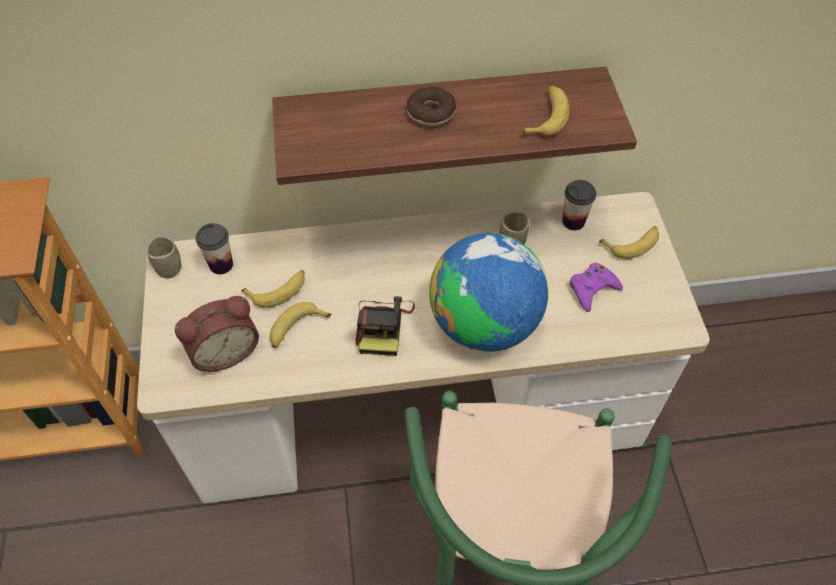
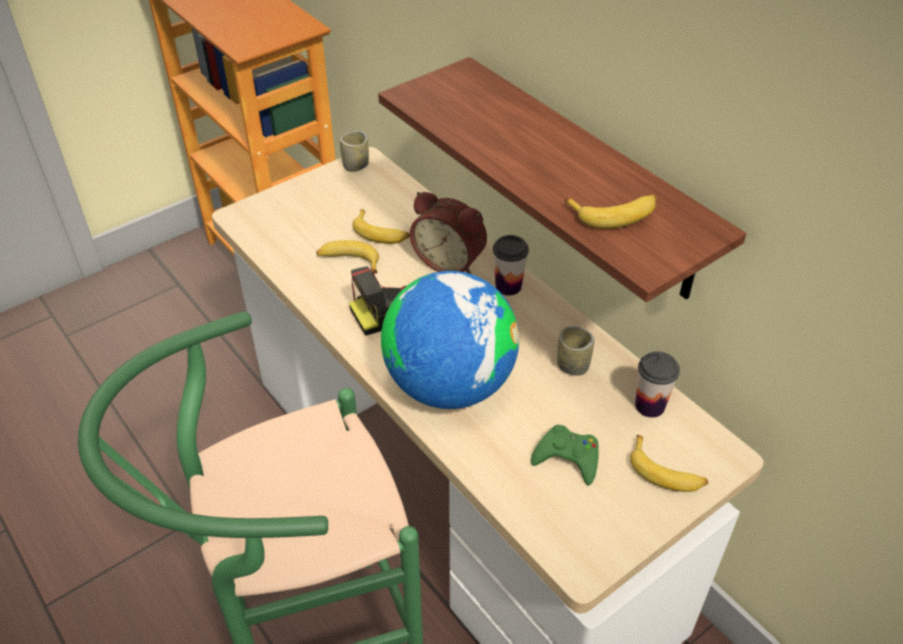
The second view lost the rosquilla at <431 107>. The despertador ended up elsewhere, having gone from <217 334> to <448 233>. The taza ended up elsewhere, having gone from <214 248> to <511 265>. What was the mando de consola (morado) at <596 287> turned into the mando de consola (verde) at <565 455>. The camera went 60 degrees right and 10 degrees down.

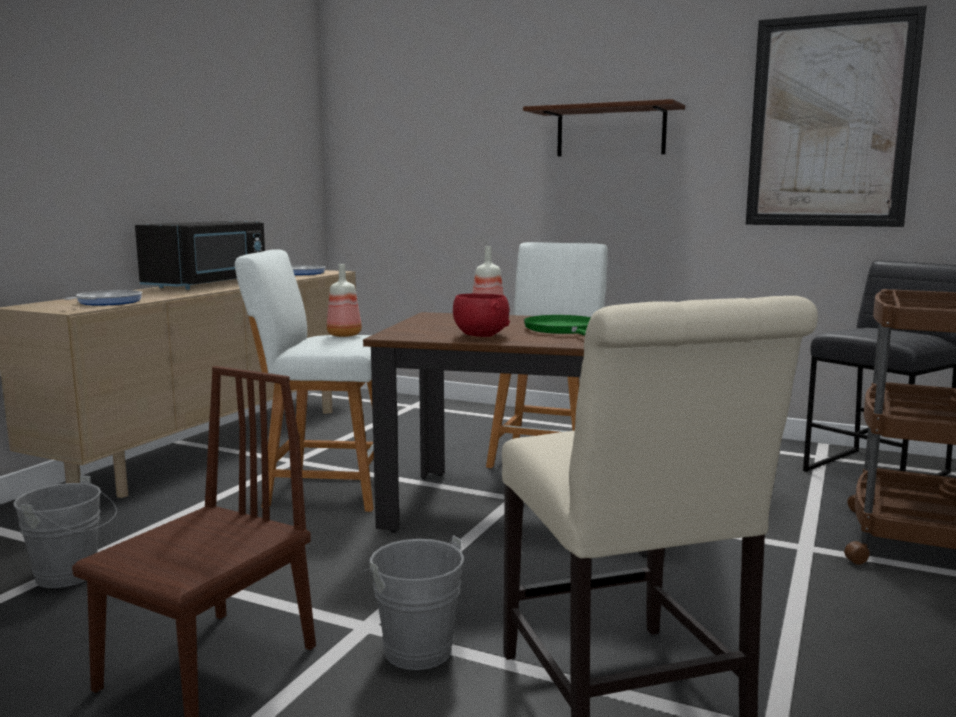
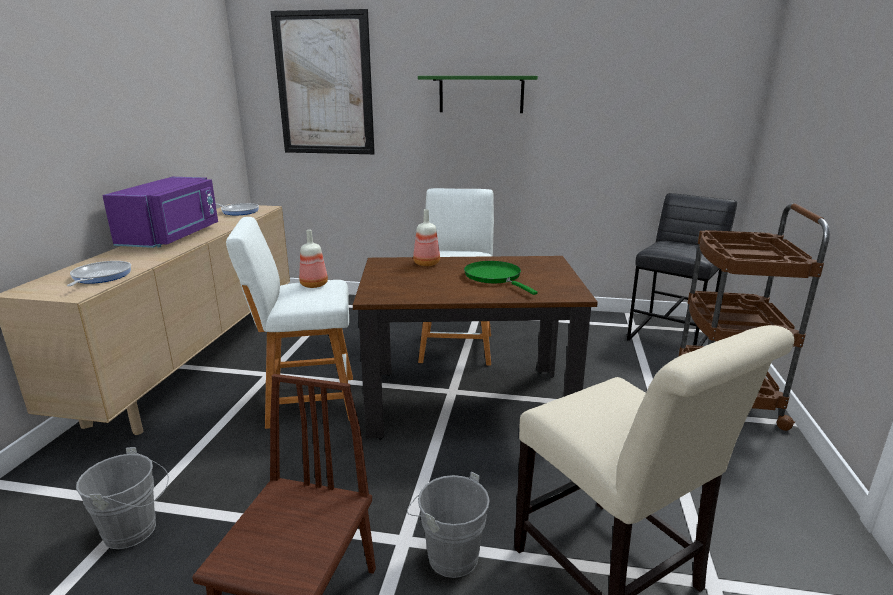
The second view lost the cuenco (rojo) at <481 315>. The cuadro ended up elsewhere, having gone from <836 116> to <323 81>. What was the microondas (negro) at <200 255> turned into the microondas (morado) at <160 212>. What was the estante (marrón) at <604 127> turned into the estante (verde) at <478 94>. The camera went 15 degrees left and 10 degrees up.

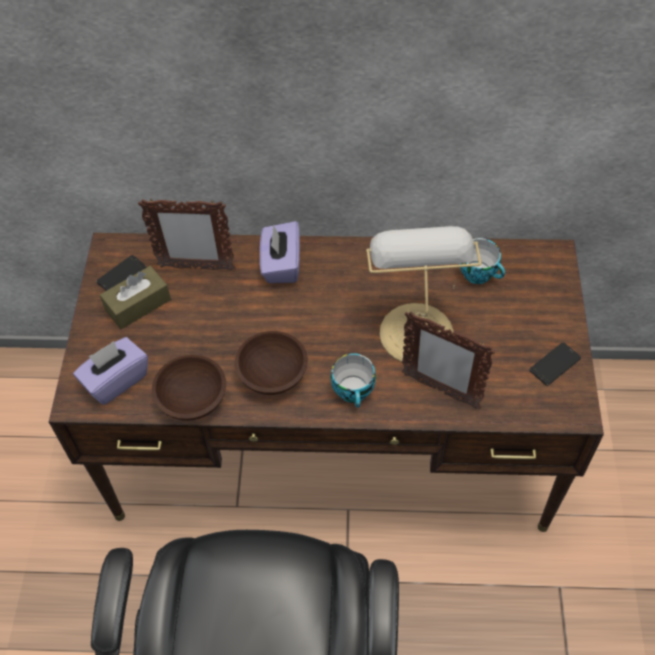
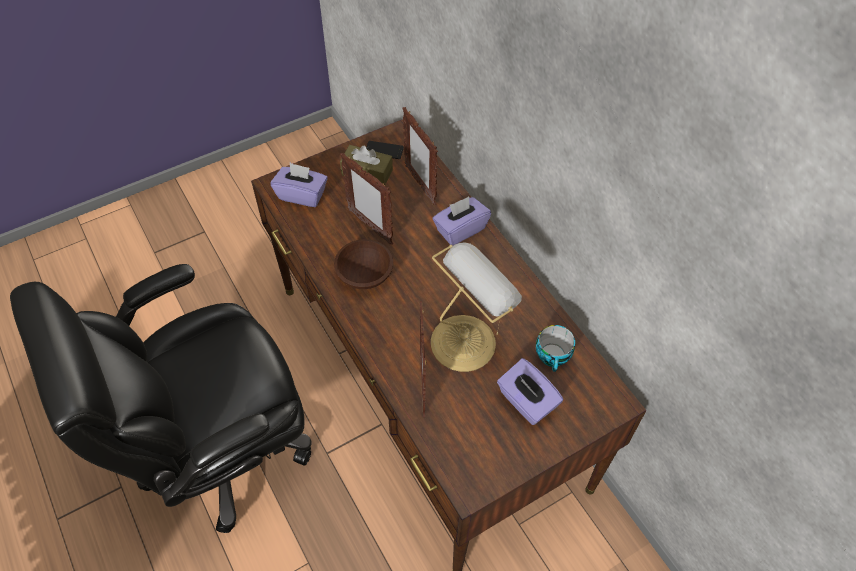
The second view lost the cuenco (marrón) at <189 388>. The second view lost the taza at <353 380>. The second view lost the móvil at <555 364>. The second view gained the portarretratos at <366 198>. The second view gained the caja de pañuelos (morado) at <530 391>. The camera went 55 degrees right and 0 degrees up.

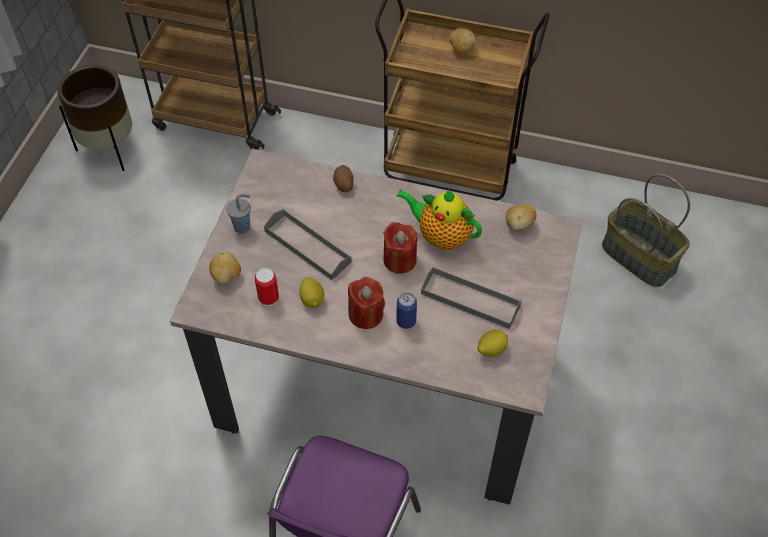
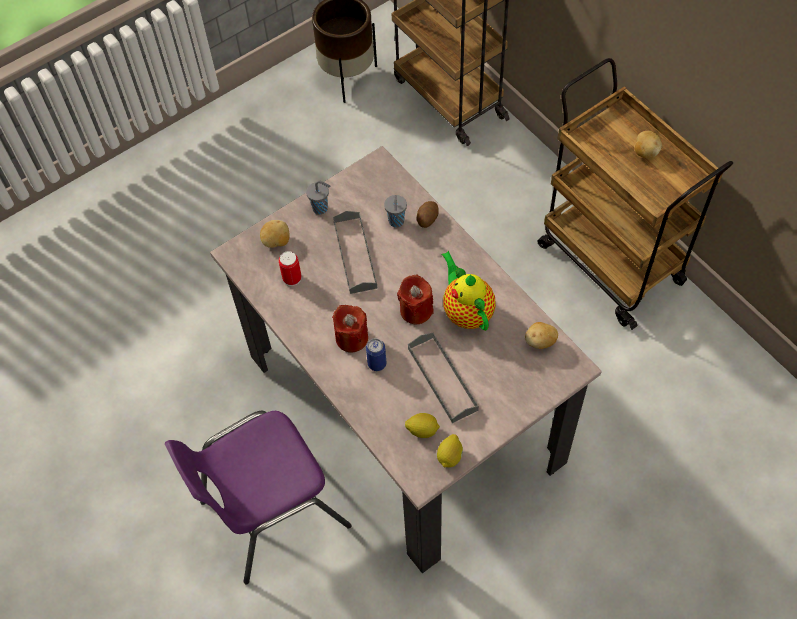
The second view lost the cesta at <646 230>. The second view gained the taza (gris) at <395 211>. The limón ended up elsewhere, having gone from <311 292> to <450 451>. The camera went 40 degrees right and 5 degrees up.

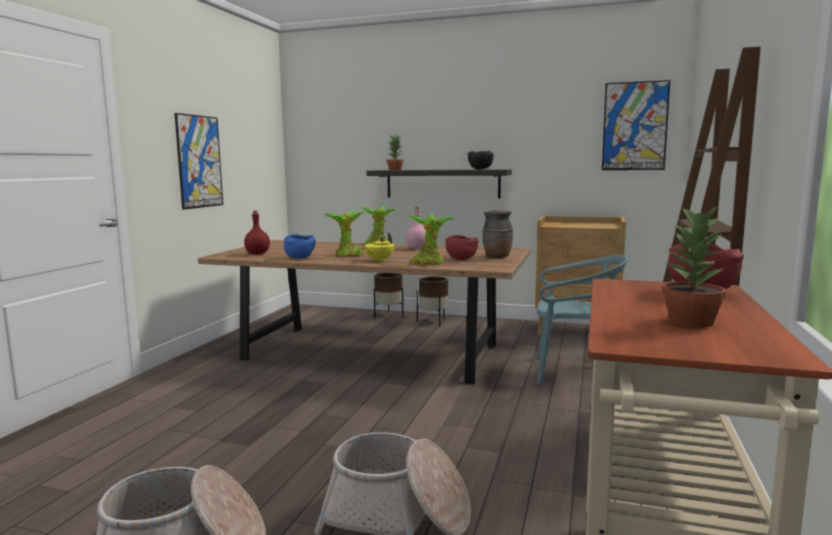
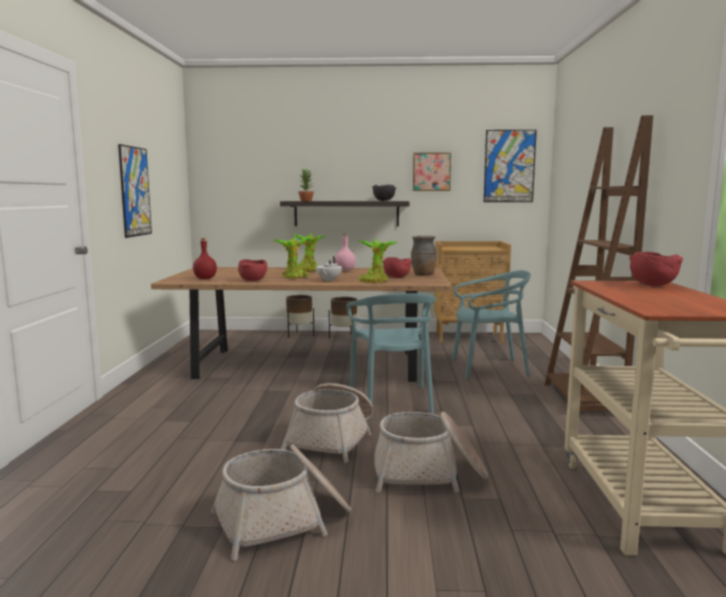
The second view lost the planta en maceta at <694 265>. The second view gained the cesta at <327 423>. The second view gained the silla (turquesa) at <391 355>. The second view gained the cuadro at <432 172>. What was the cuenco (azul) at <300 246> turned into the cuenco (rojo) at <252 270>. What was the tetera (amarillo) at <379 247> turned into the tetera (blanco) at <329 268>. The camera went 15 degrees left and 0 degrees up.

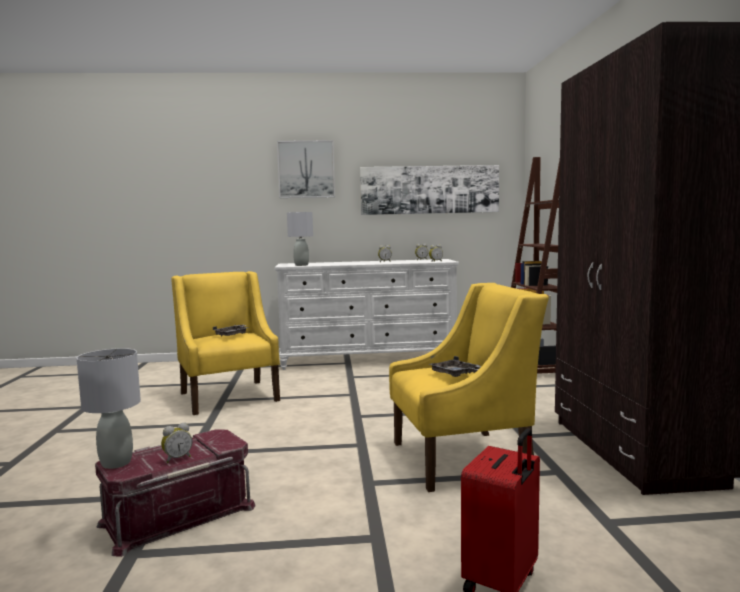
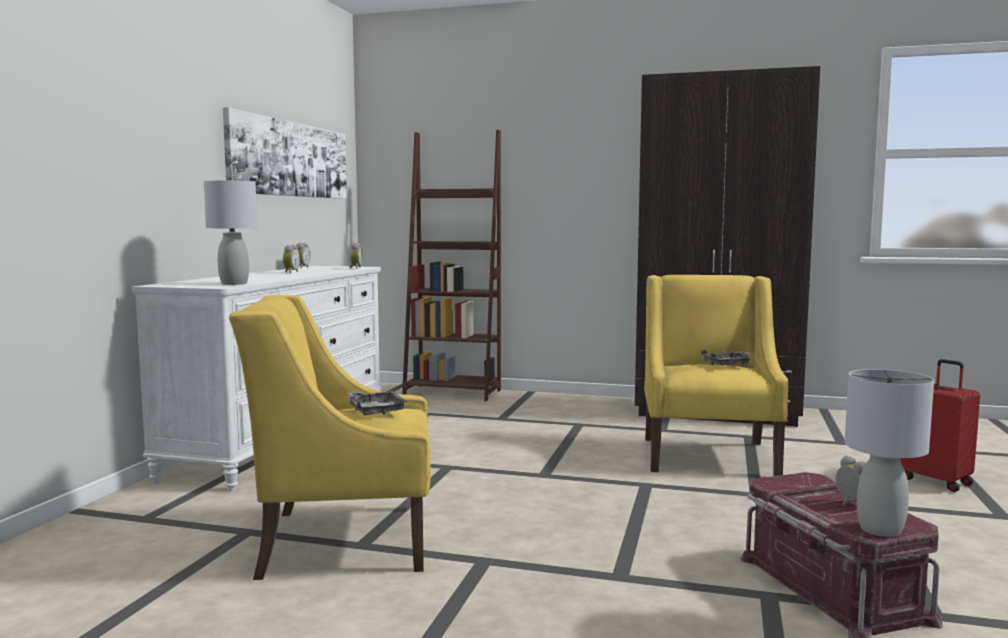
The second view lost the cuadro at <306 169>. The camera went 70 degrees left and 0 degrees up.

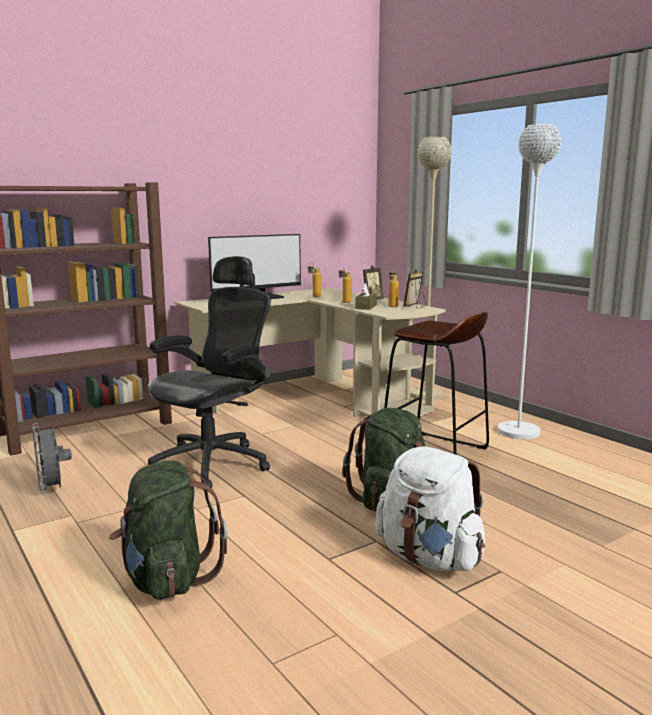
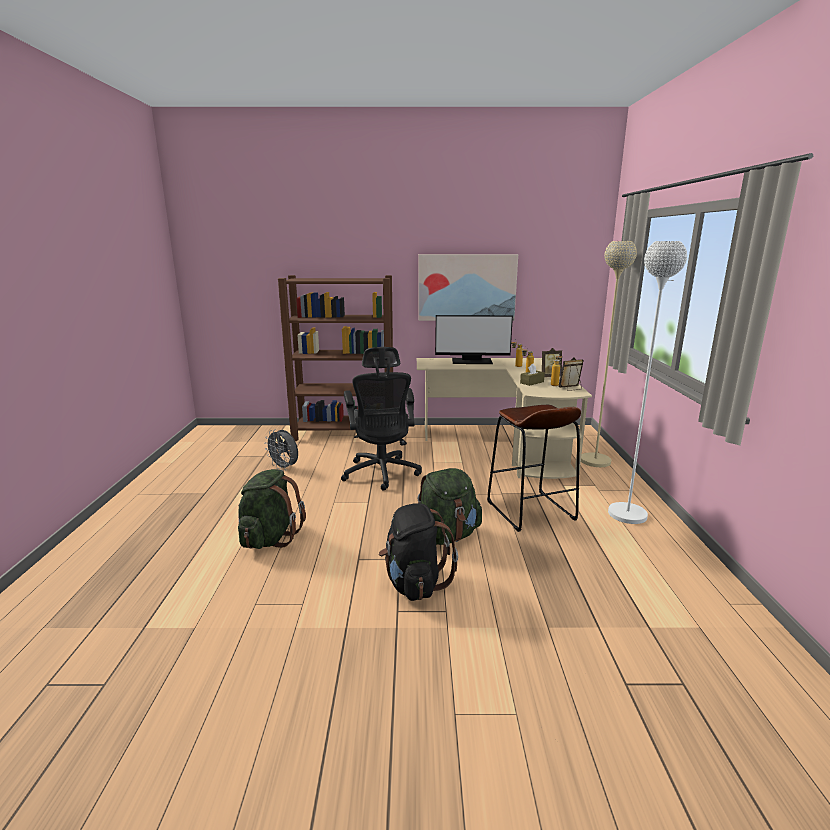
The second view gained the cuadro at <468 287>. What was the mochila (blanco) at <430 508> turned into the mochila (negro) at <418 552>. The ventilador (gris) at <52 459> ended up facing another way, 60 degrees counterclockwise from before. The silla de oficina at <209 373> ended up facing another way, 105 degrees clockwise from before. The camera went 35 degrees right and 5 degrees up.

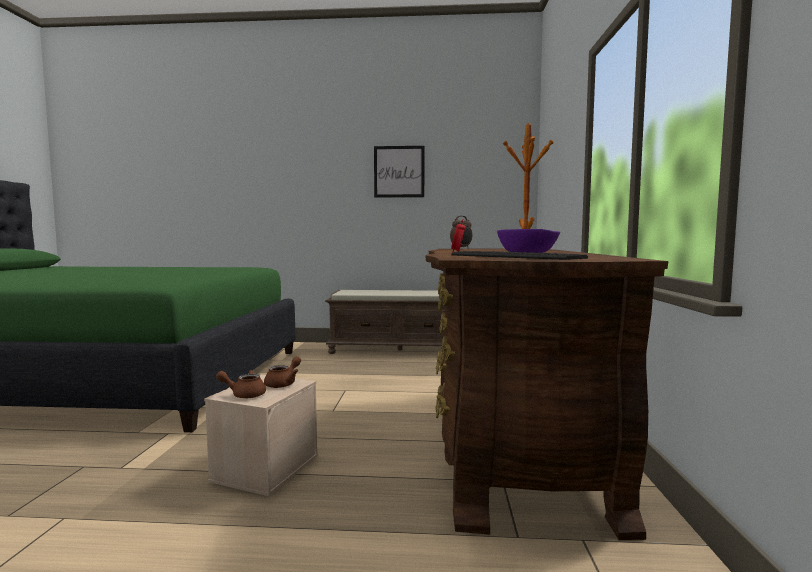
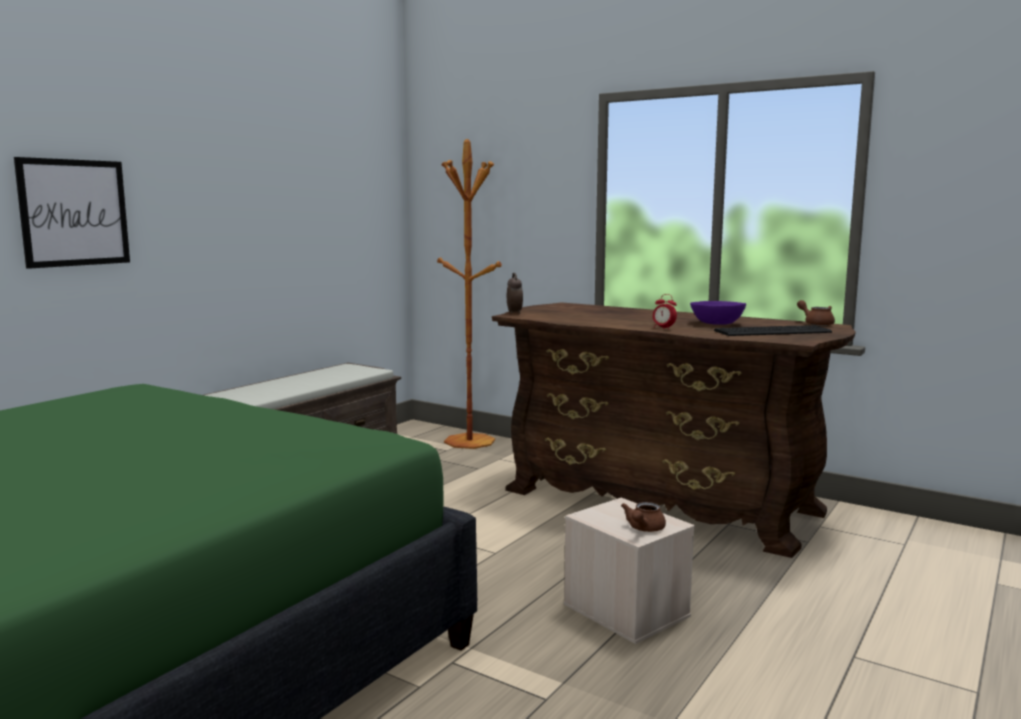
The tetera (marrón) ended up elsewhere, having gone from <282 372> to <816 313>. The cuadro ended up elsewhere, having gone from <399 172> to <72 213>. The camera went 60 degrees left and 5 degrees up.

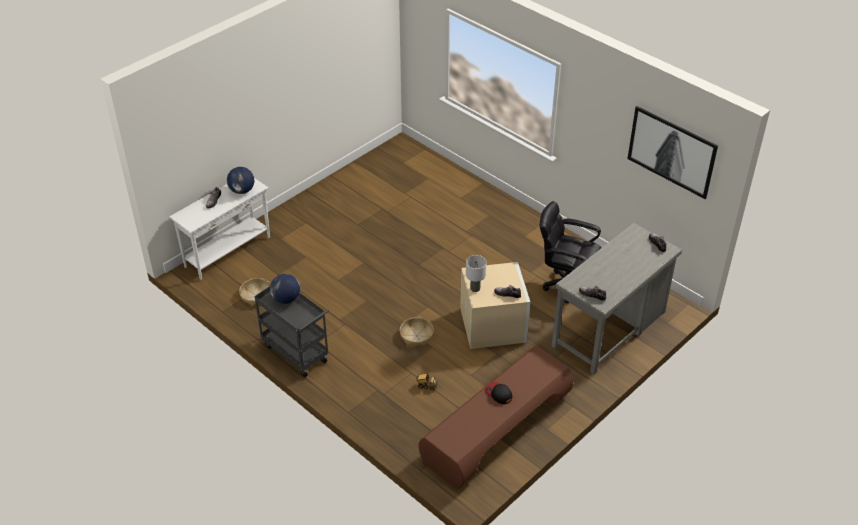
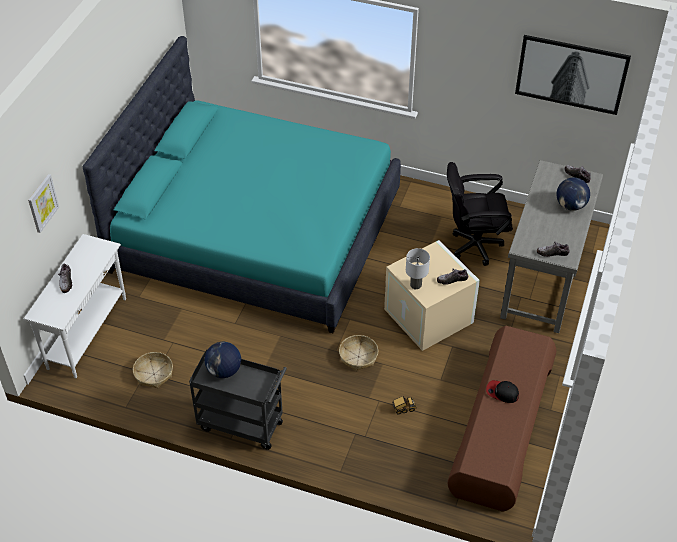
The second view gained the cuadro at <43 203>. The second view gained the cama (turquesa) at <242 184>. The globo terráqueo ended up elsewhere, having gone from <240 180> to <573 194>. The camera went 25 degrees left and 5 degrees up.

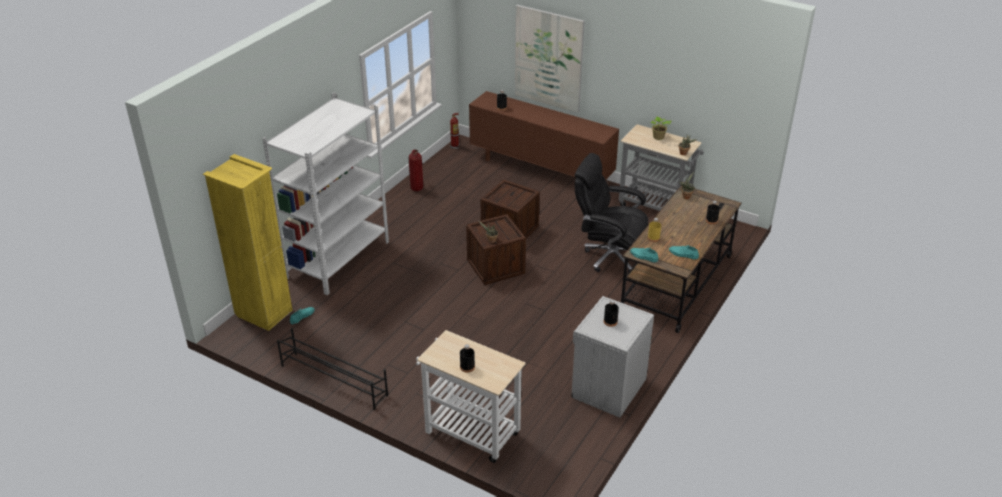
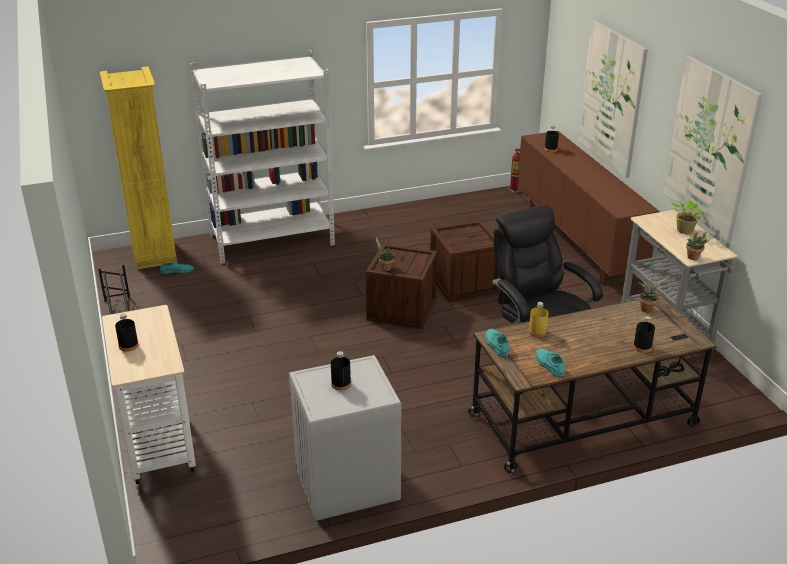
The second view lost the extintor at <416 170>. The second view gained the cuadro at <713 149>. The camera went 40 degrees right and 5 degrees down.

